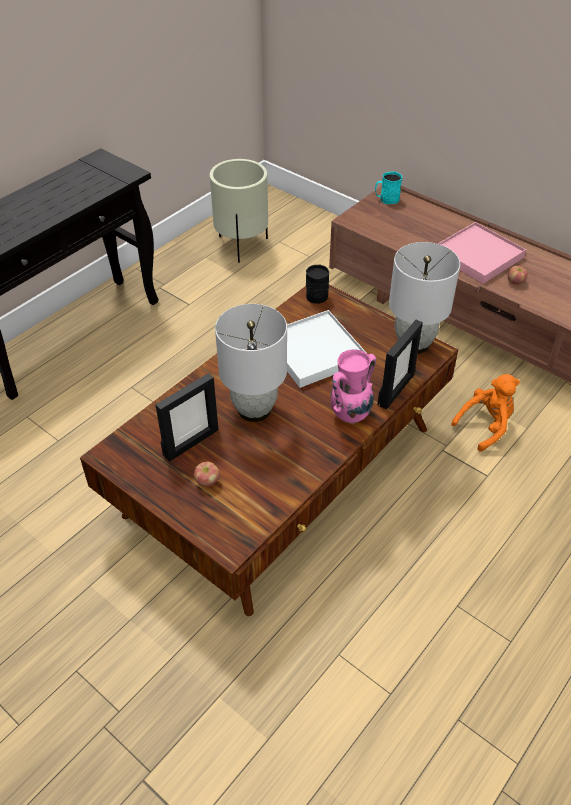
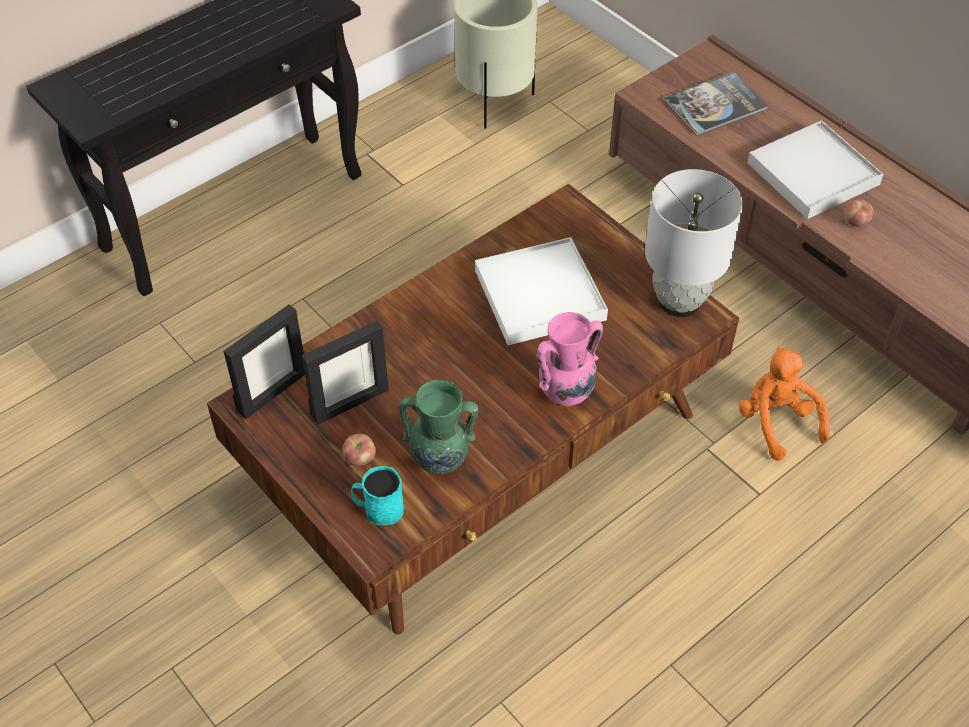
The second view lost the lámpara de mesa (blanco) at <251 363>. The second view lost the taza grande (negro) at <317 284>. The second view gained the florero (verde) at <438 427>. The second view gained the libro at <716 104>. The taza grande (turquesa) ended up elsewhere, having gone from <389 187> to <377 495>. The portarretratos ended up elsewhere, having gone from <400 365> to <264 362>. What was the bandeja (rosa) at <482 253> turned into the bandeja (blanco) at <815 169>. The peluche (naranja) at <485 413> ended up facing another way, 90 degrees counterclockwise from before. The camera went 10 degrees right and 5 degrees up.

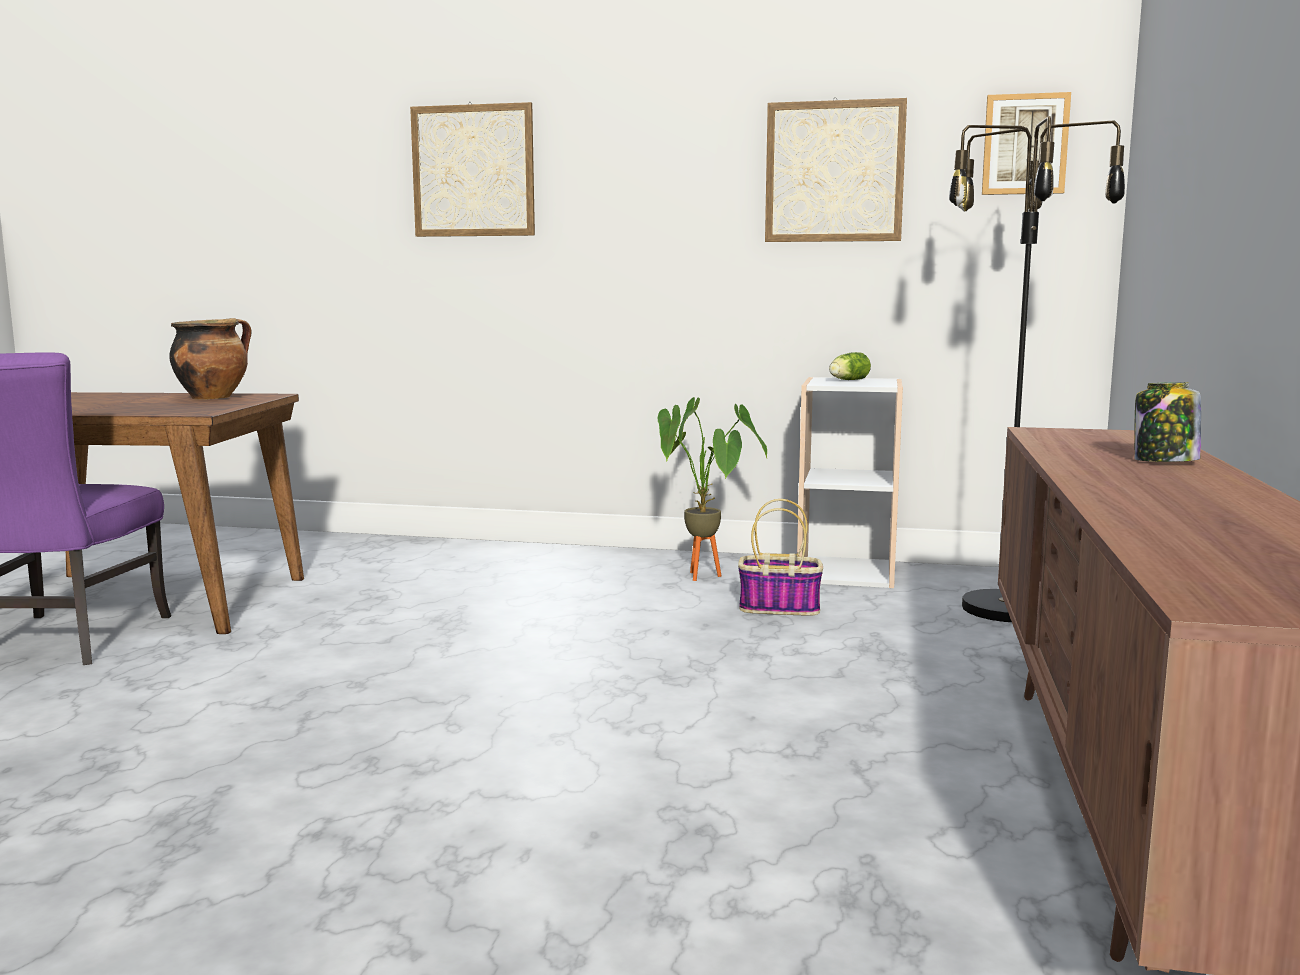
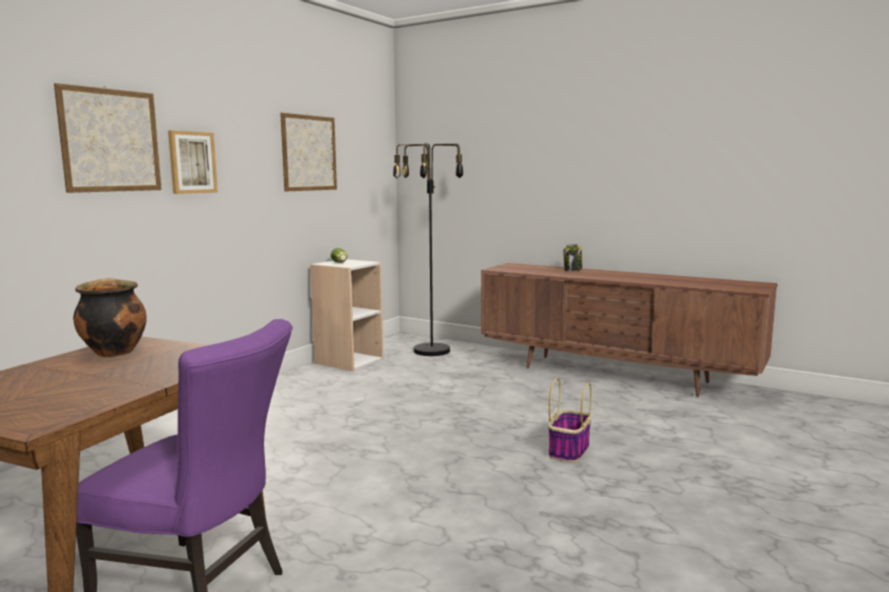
The second view lost the planta en maceta at <712 489>. The cesta ended up elsewhere, having gone from <780 557> to <570 420>. The cuadro ended up elsewhere, having gone from <1026 143> to <193 162>. The camera went 70 degrees left and 0 degrees up.

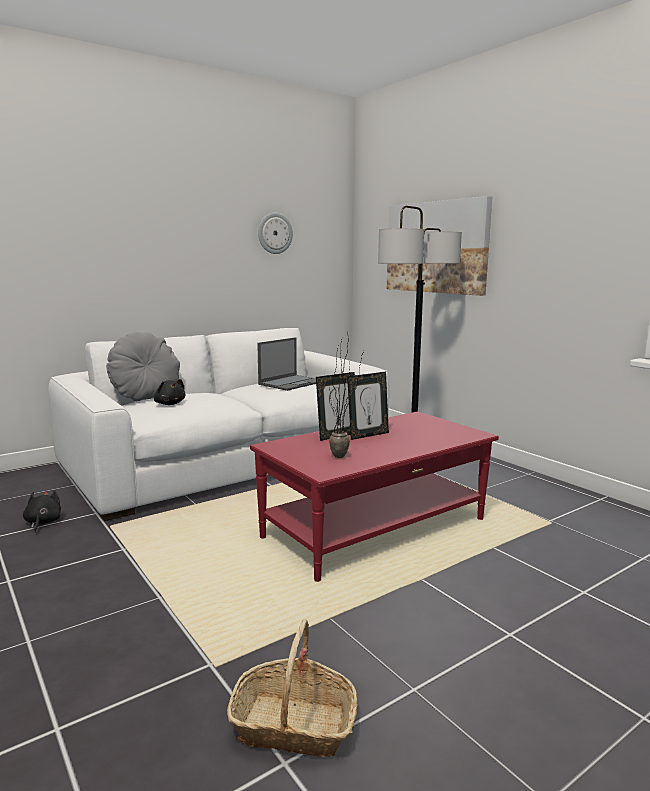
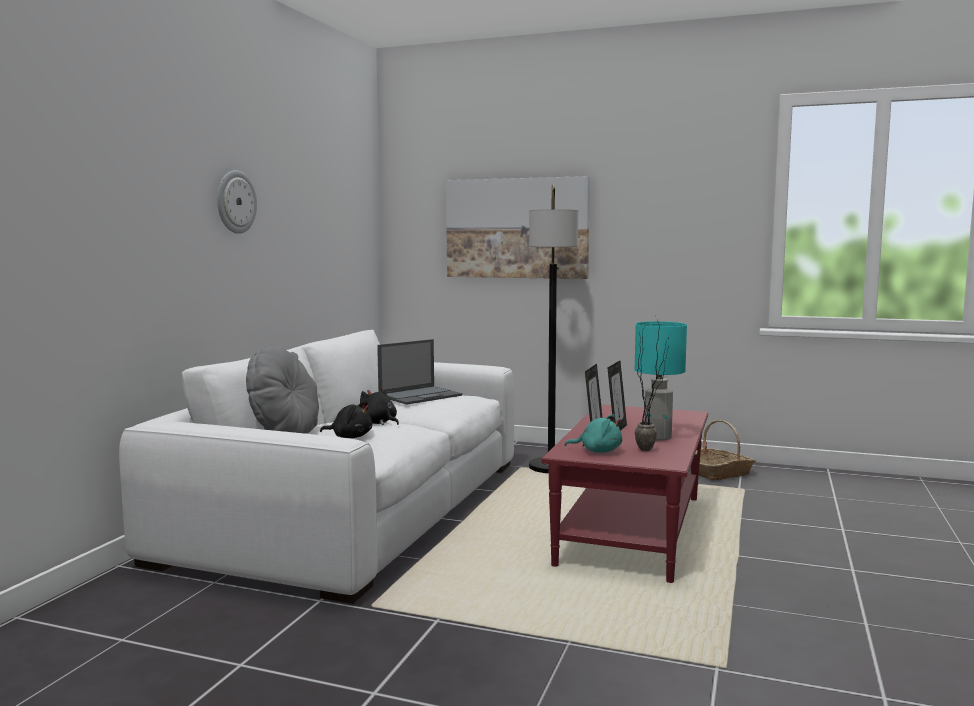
The second view gained the peluche (turquesa) at <593 433>. The second view gained the lámpara de mesa (turquesa) at <661 381>. The peluche (negro) ended up elsewhere, having gone from <42 511> to <379 406>. The cesta ended up elsewhere, having gone from <292 688> to <723 450>. The reloj de pared ended up elsewhere, having gone from <275 233> to <237 202>. The portátil at <286 364> ended up facing another way, 45 degrees clockwise from before. The camera went 35 degrees left and 5 degrees down.

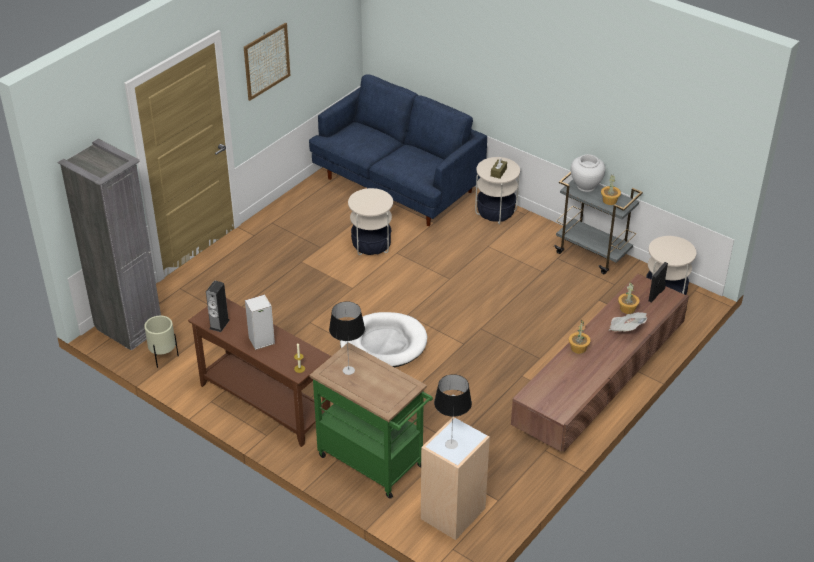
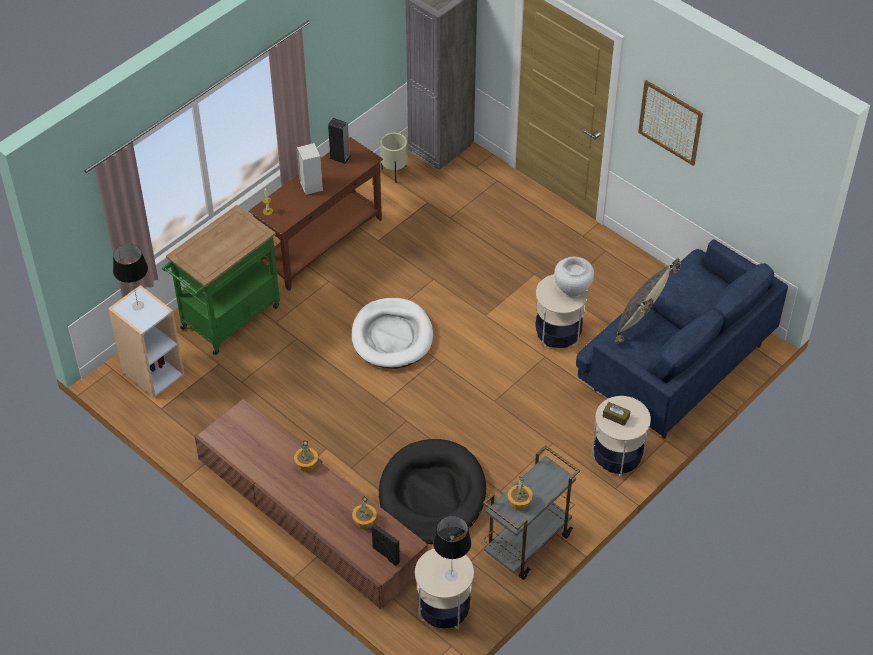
The second view lost the periódico at <628 322>. The second view gained the cama para perro (negro) at <432 491>. The second view gained the cojín at <648 300>. The lámpara de mesa ended up elsewhere, having gone from <347 338> to <452 548>. The florero (blanco) ended up elsewhere, having gone from <588 173> to <574 277>. The camera went 95 degrees right and 10 degrees up.

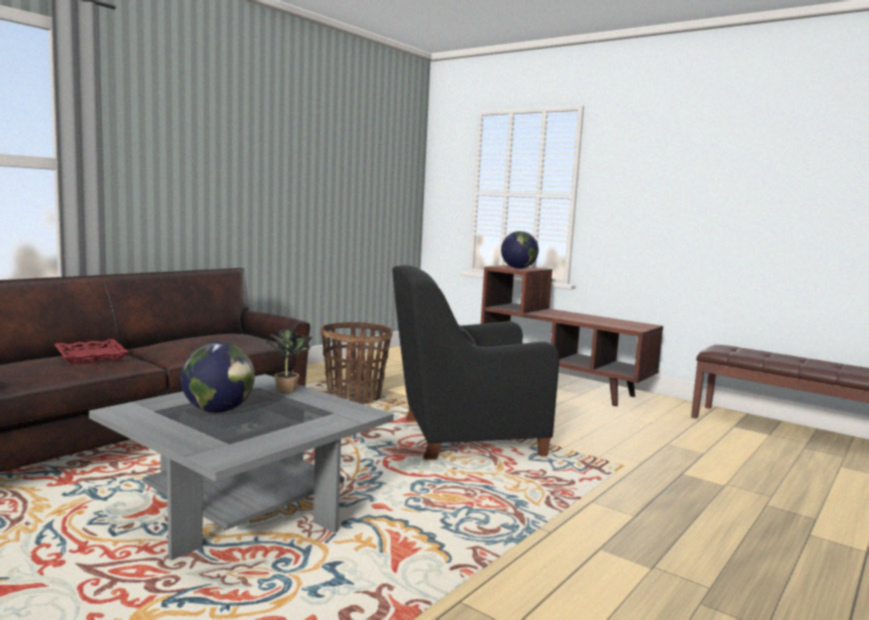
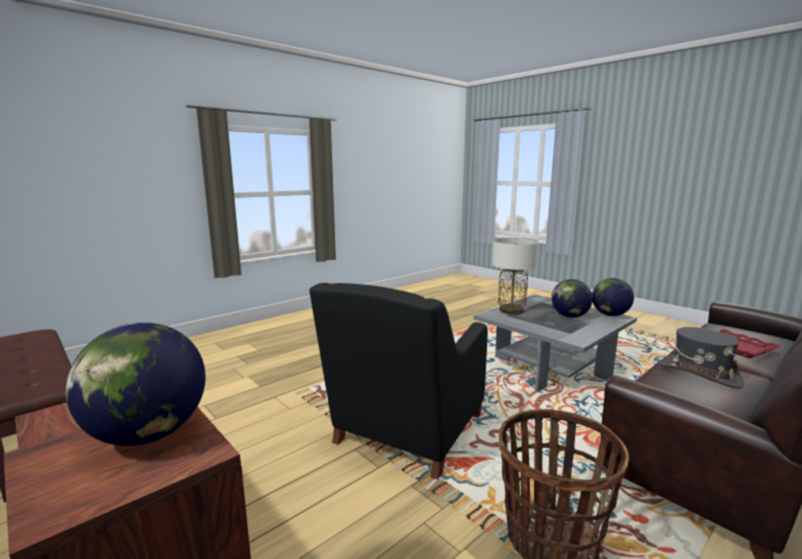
The second view lost the planta en maceta at <289 360>. The second view gained the lámpara de mesa at <515 276>. The second view gained the globo terráqueo at <613 297>. The second view gained the sombrero (gris) at <702 357>. The sillón (negro) at <475 362> ended up facing another way, 120 degrees clockwise from before. The camera went 170 degrees left and 5 degrees up.

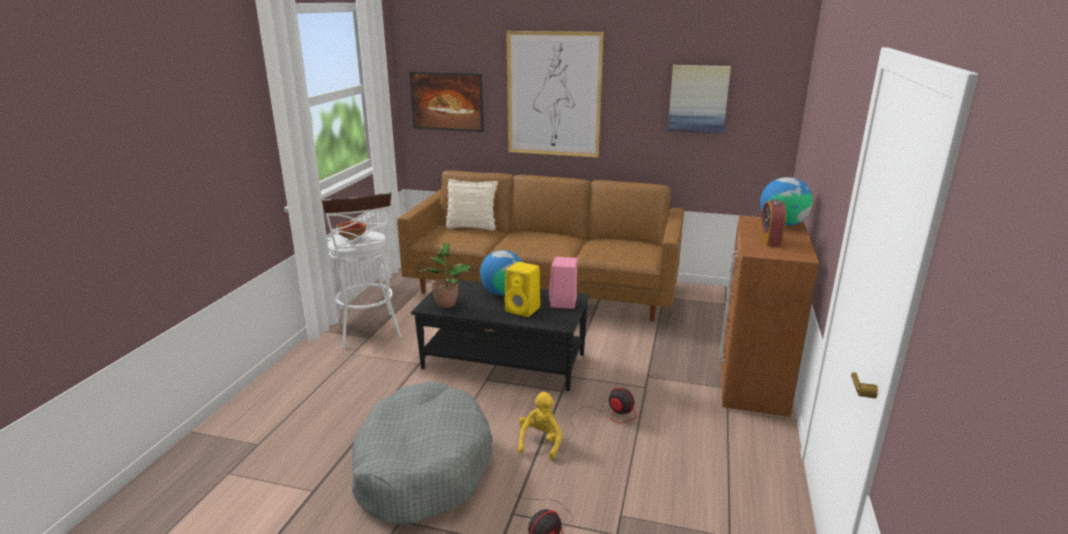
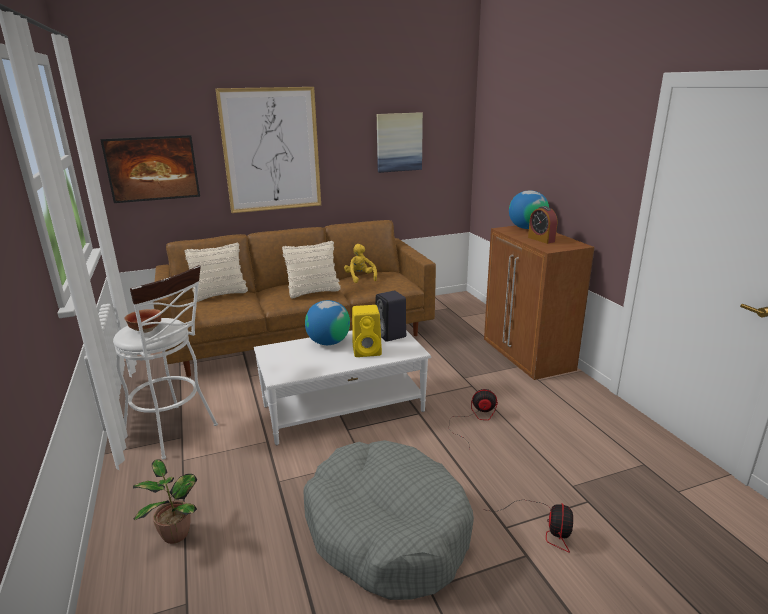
The second view gained the cojín (beis) at <311 270>. The planta en maceta ended up elsewhere, having gone from <444 275> to <165 501>. The peluche (amarillo) ended up elsewhere, having gone from <540 426> to <360 263>. What was the mesa de centro (negro) at <500 335> turned into the mesa de centro (blanco) at <342 387>. What was the altavoz (rosa) at <563 283> turned into the altavoz (negro) at <390 316>. The camera went 35 degrees left and 0 degrees up.

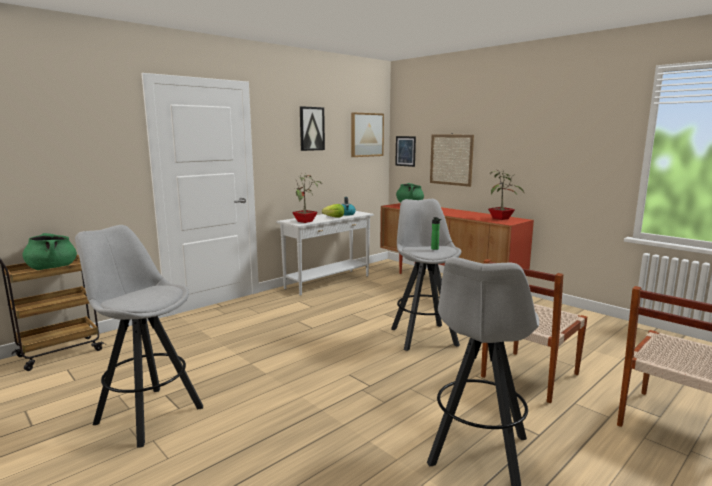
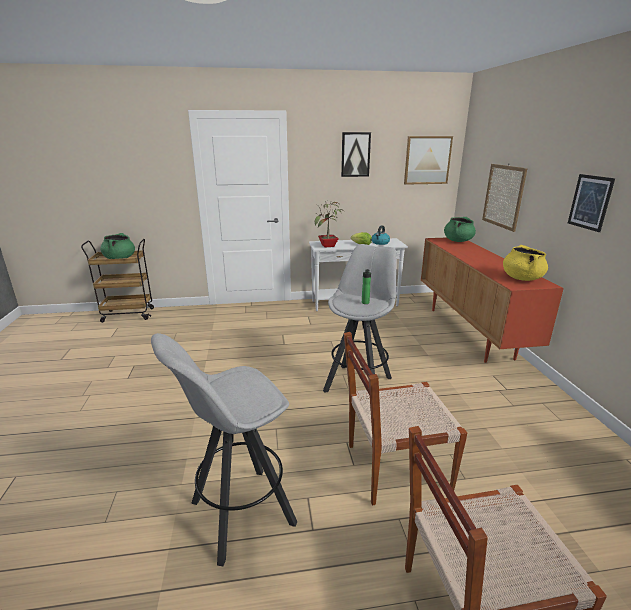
The second view lost the taburete (gris) at <139 336>. The cuadro ended up elsewhere, having gone from <405 151> to <591 203>. Where the planta en maceta stood at <506 195>, the olla (amarillo) came to stand at <525 263>. The camera went 35 degrees right and 10 degrees up.

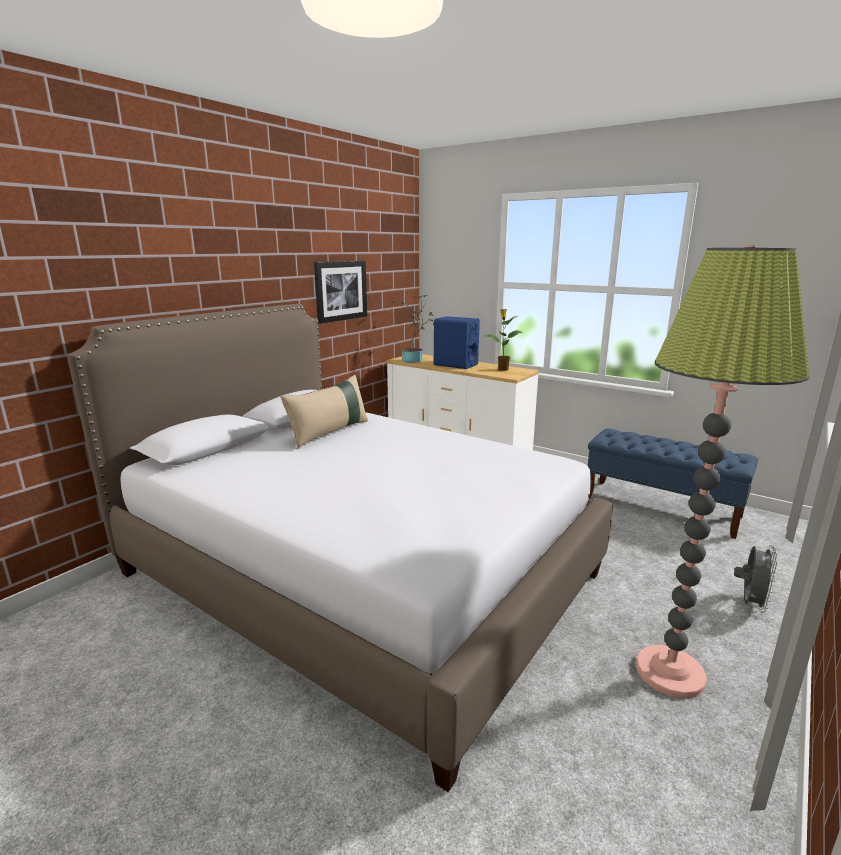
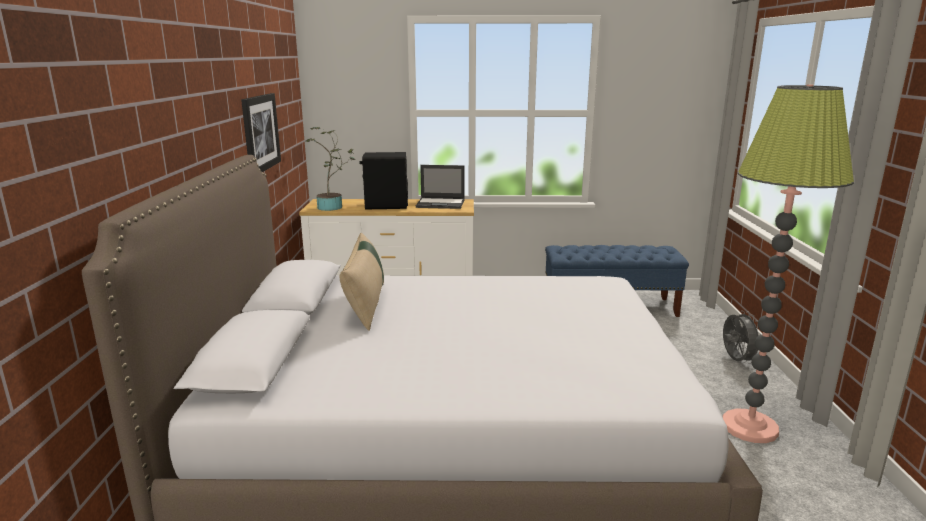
Where the planta en maceta stood at <503 340>, the portátil came to stand at <440 187>. What was the altavoz (azul) at <456 342> turned into the altavoz (negro) at <383 181>. The camera went 35 degrees left and 0 degrees up.

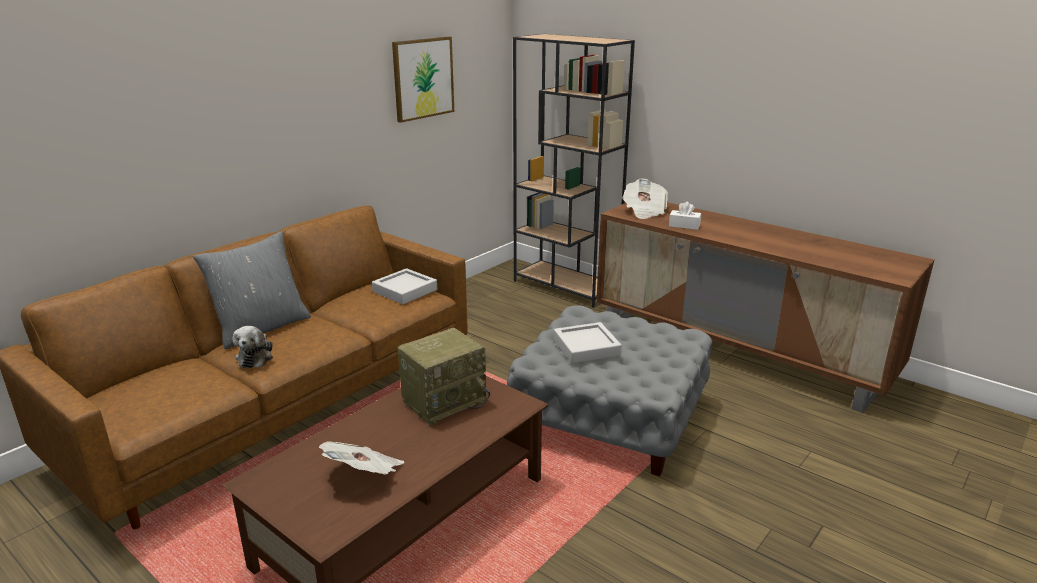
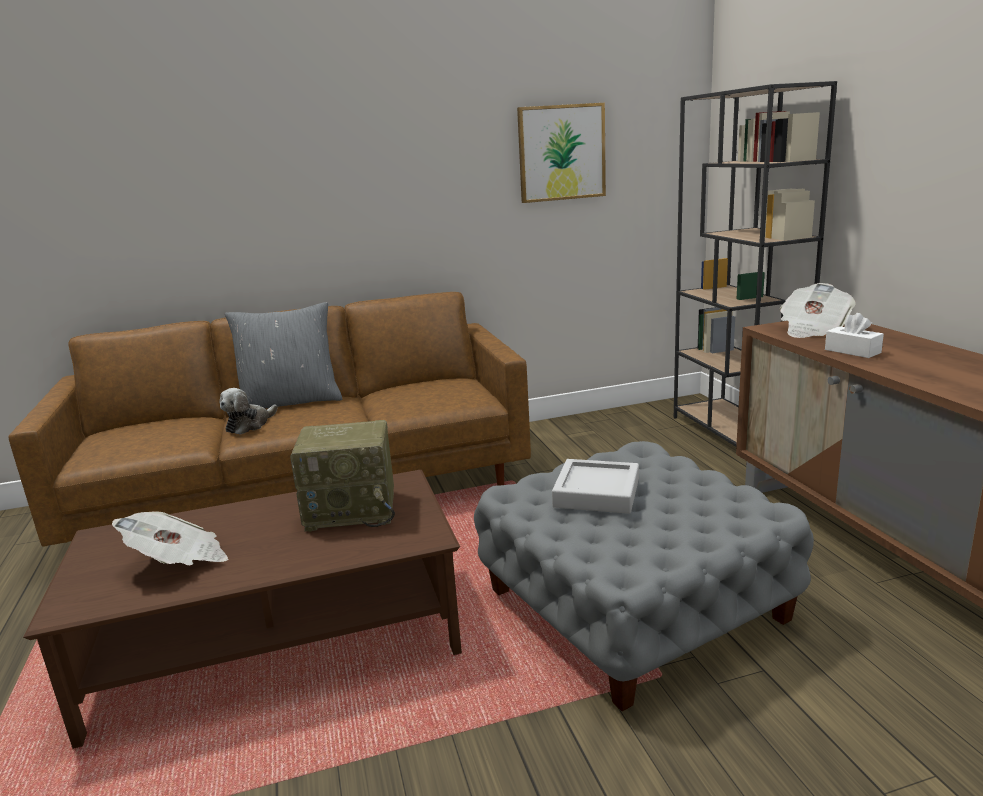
The second view lost the bandeja (gris) at <404 286>. The camera went 35 degrees right and 5 degrees down.

